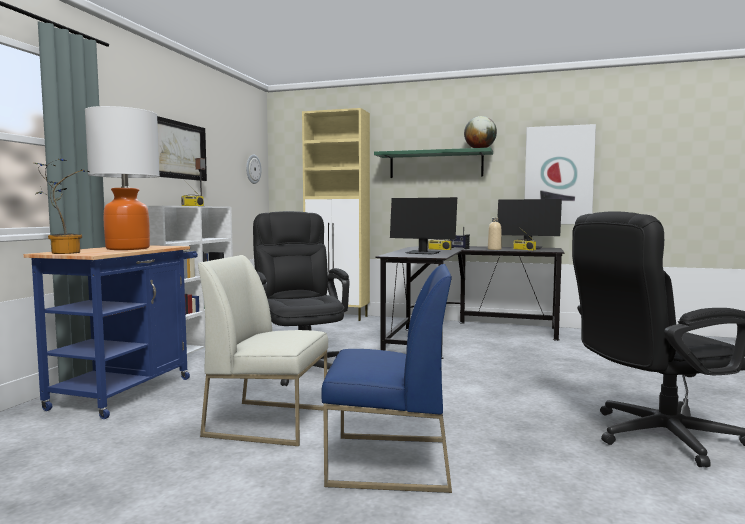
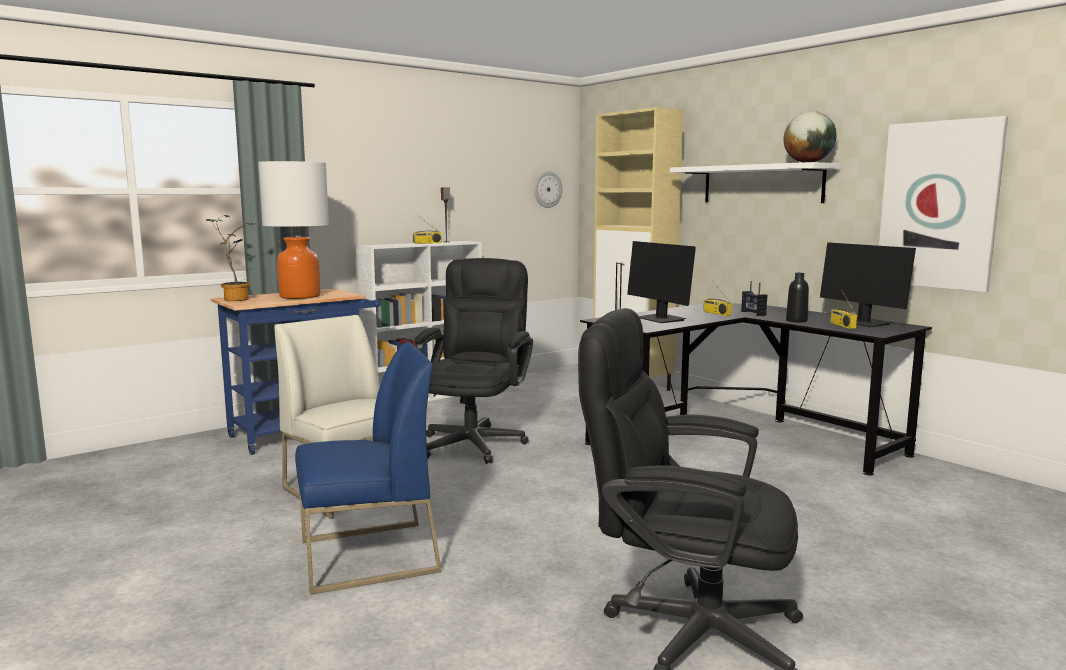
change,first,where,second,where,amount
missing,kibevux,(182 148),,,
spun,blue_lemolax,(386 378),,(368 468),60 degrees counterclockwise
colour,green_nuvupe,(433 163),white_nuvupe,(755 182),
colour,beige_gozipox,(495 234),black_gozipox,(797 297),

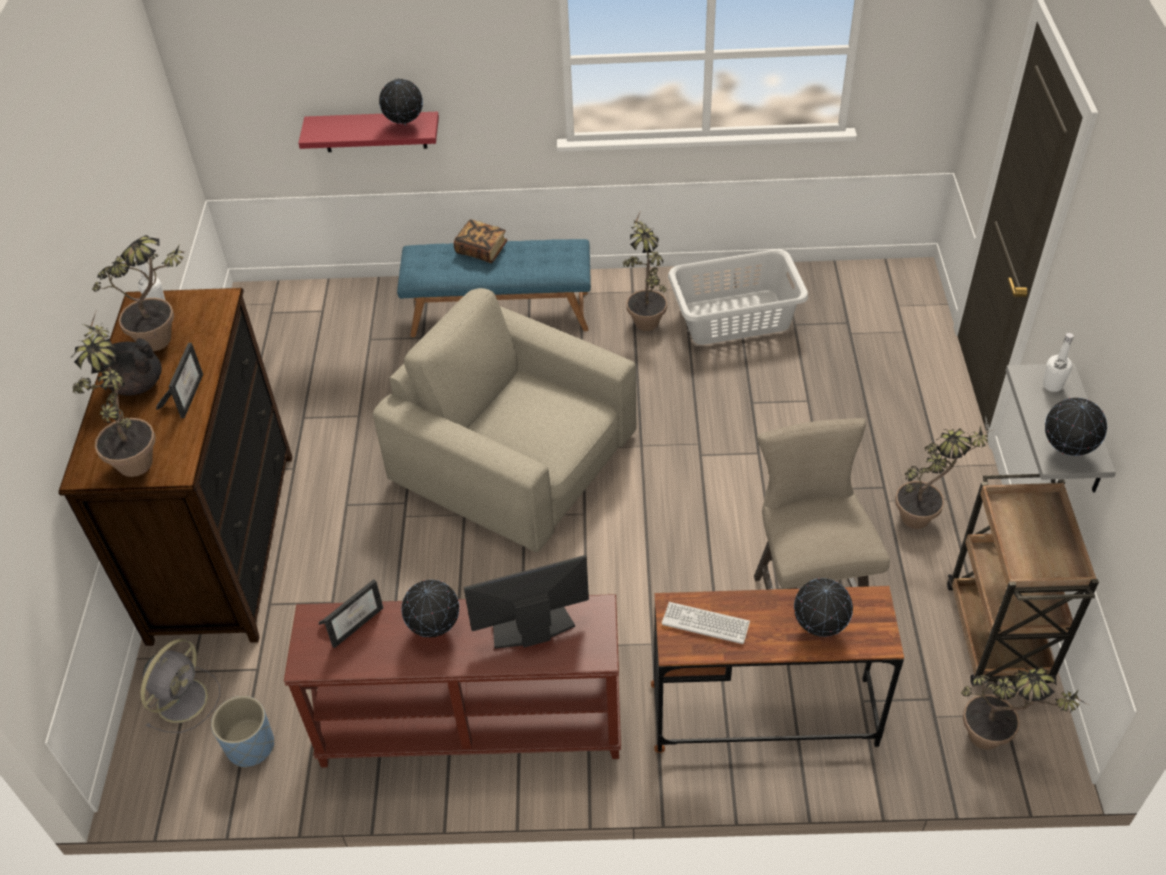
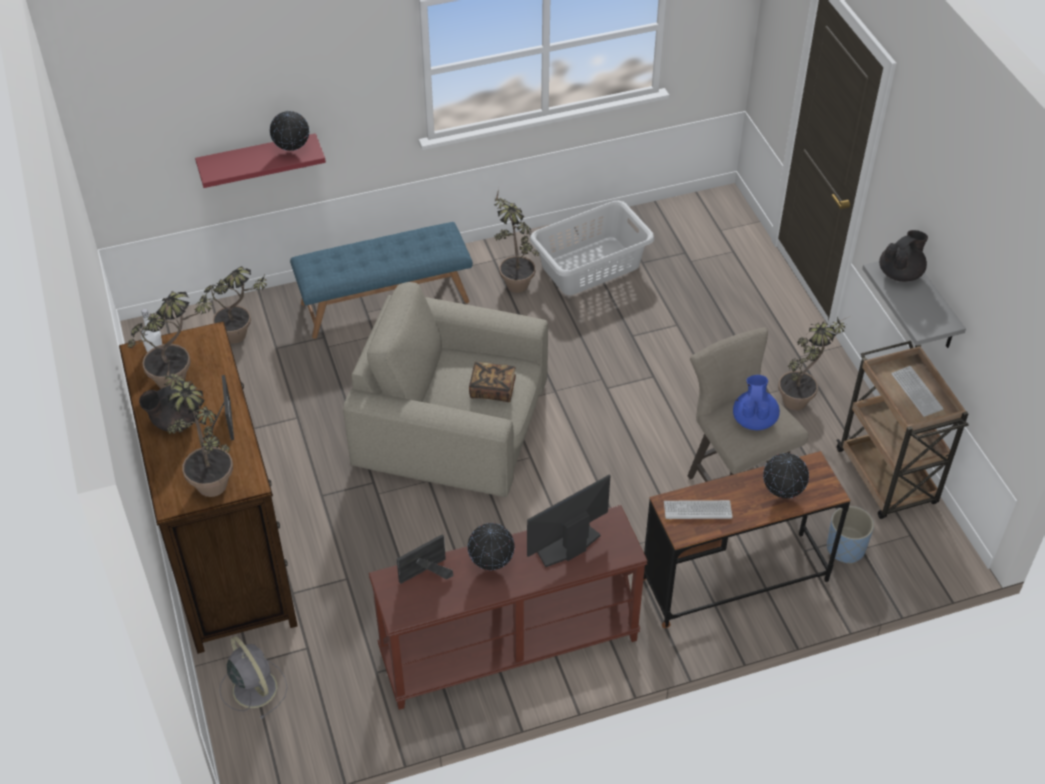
change,first,where,second,where,amount
spun,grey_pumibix,(180 686),,(253 677),45 degrees counterclockwise
relocated,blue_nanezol,(242 732),,(850 535),
spun,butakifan,(351 613),,(425 559),150 degrees counterclockwise
relocated,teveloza,(481 241),,(492 382),
relocated,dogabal,(1023 708),,(233 304),
exchanged,white_gozipox,(1058 362),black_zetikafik,(903 256),
missing,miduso,(1076 427),,,
appeared,,,blue_zetikafik,(756 402),
appeared,,,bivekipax,(917 391),

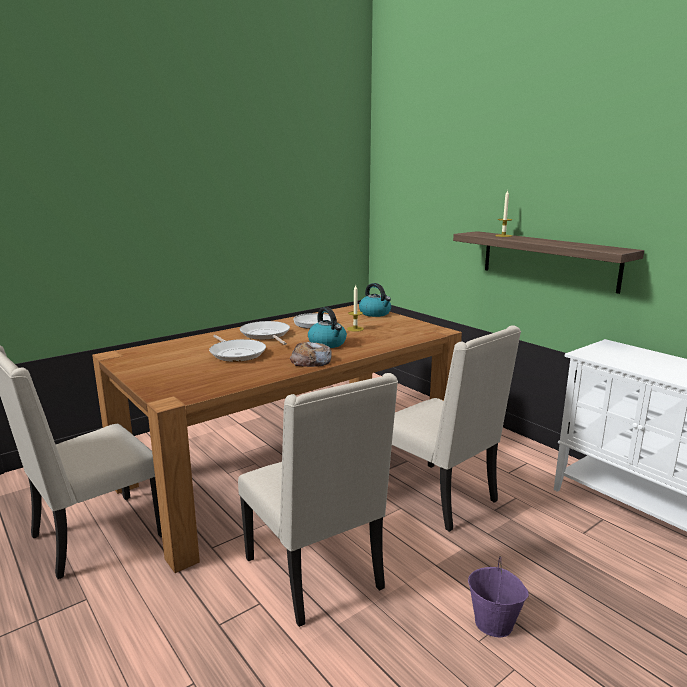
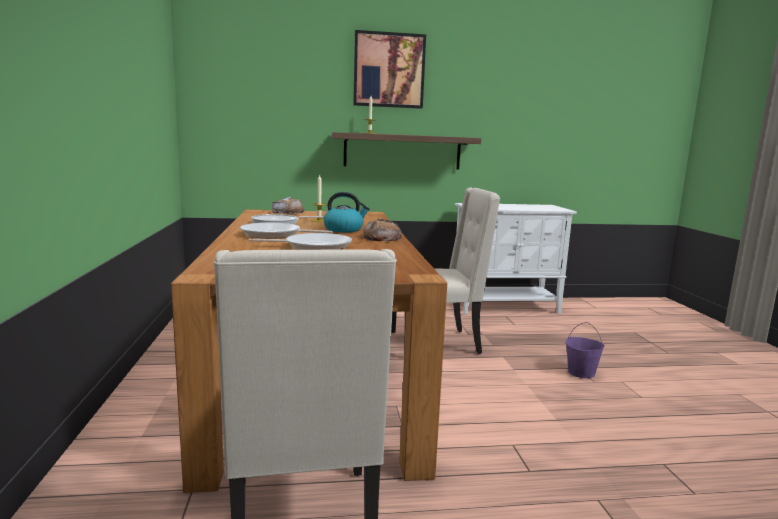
change,first,where,second,where,amount
missing,beige_lemolax,(318 500),,,
exchanged,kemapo,(375 300),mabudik,(288 205),
appeared,,,kibevux,(389 69),

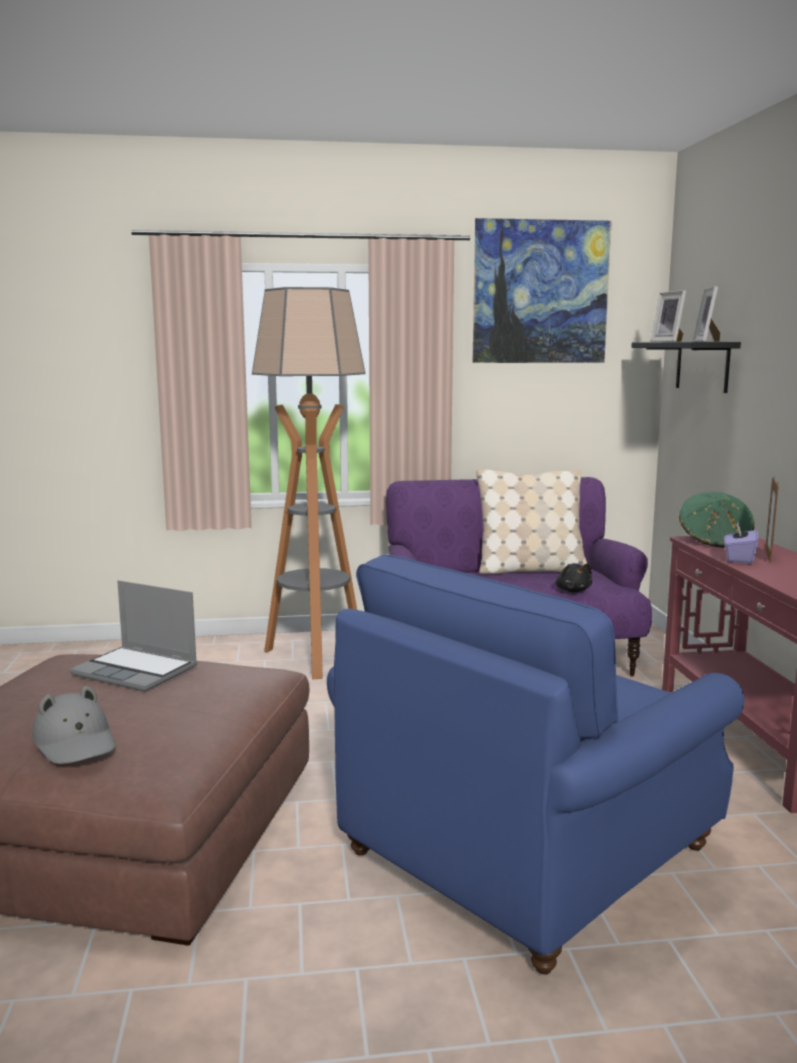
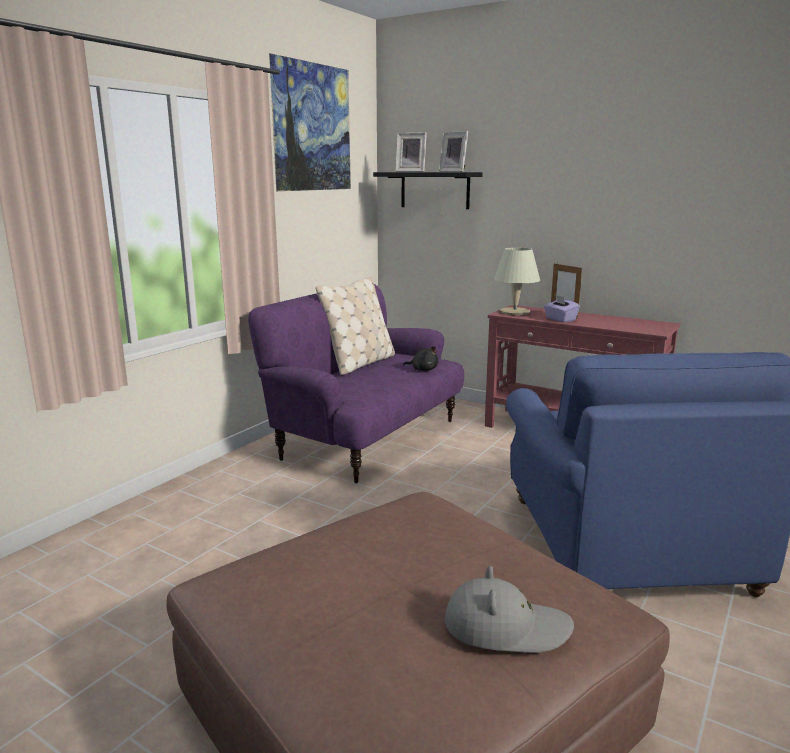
change,first,where,second,where,amount
missing,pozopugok,(133 636),,,
missing,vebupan,(309 483),,,
exchanged,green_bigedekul,(717 519),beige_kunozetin,(517 281),

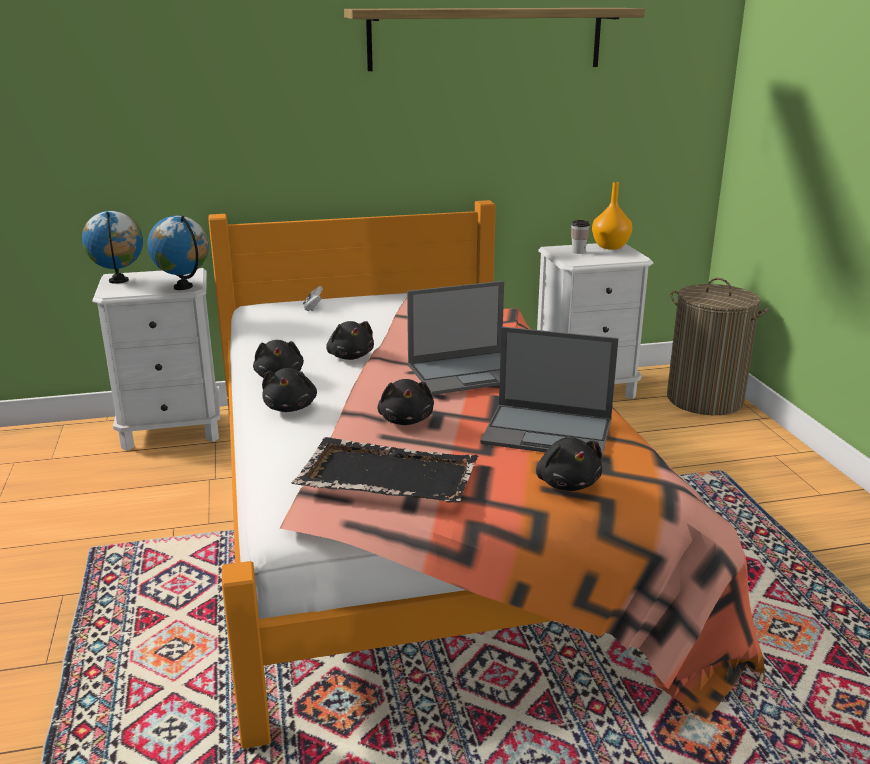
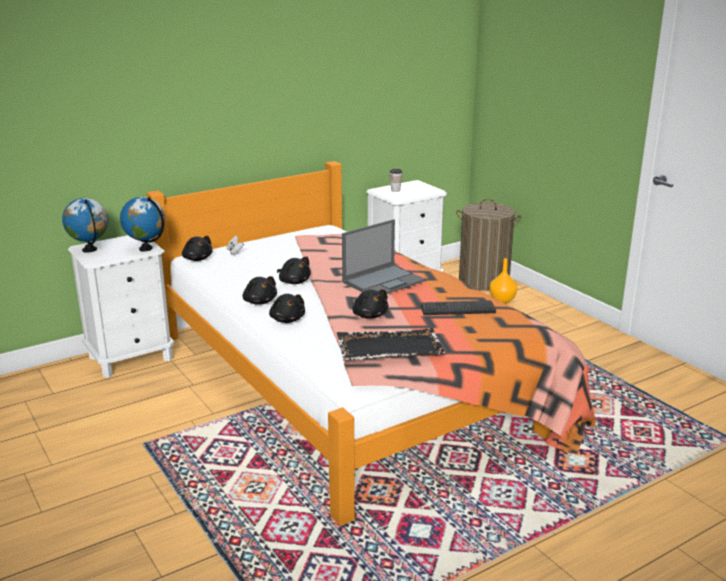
change,first,where,second,where,amount
missing,nuvupe,(494 39),,,
exchanged,pozopugok,(549 393),bivekipax,(458 307),
relocated,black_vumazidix,(569 464),,(197 248),
relocated,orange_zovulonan,(612 216),,(503 280),

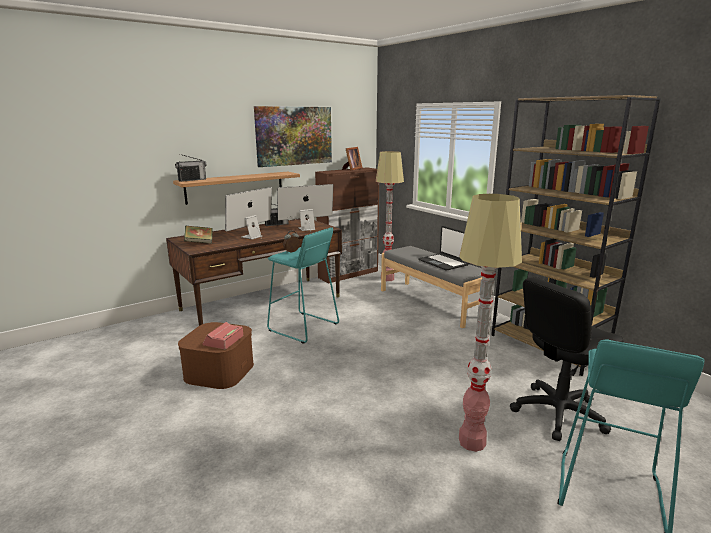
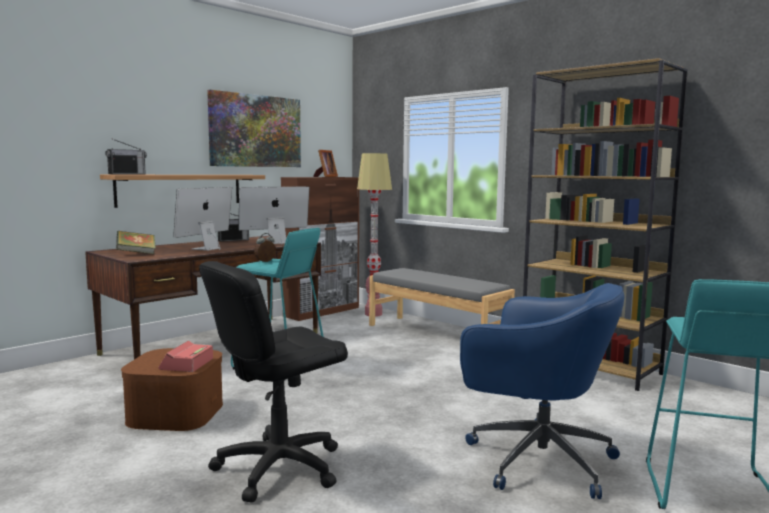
change,first,where,second,where,amount
missing,pozopugok,(443 248),,,
exchanged,vebupan,(490 323),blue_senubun,(542 391),
relocated,black_senubun,(567 359),,(273 381),

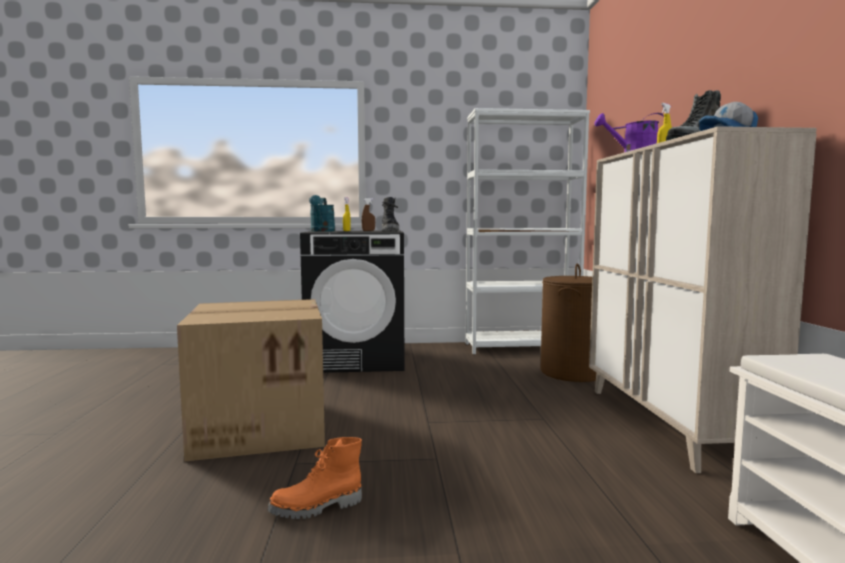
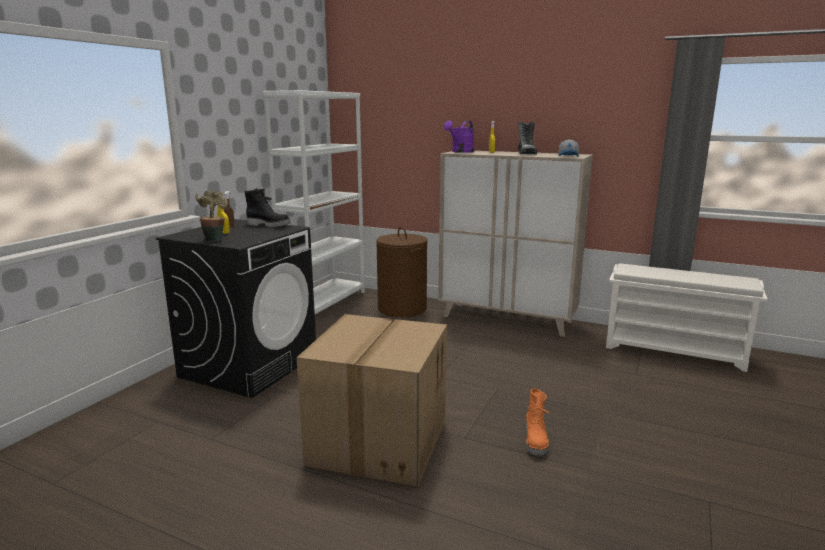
change,first,where,second,where,amount
exchanged,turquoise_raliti,(322 213),dogabal,(211 216),

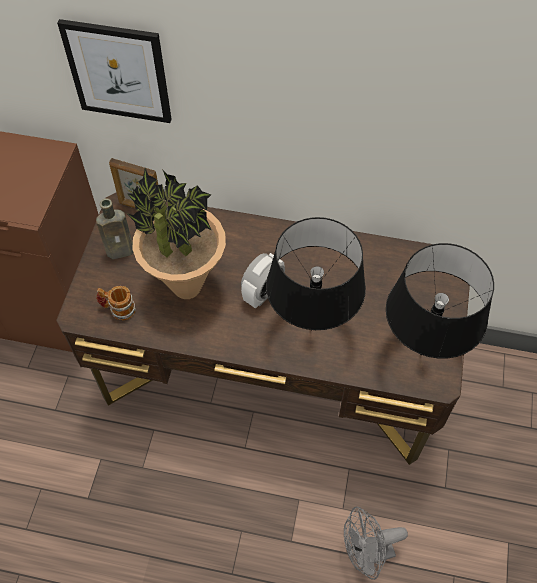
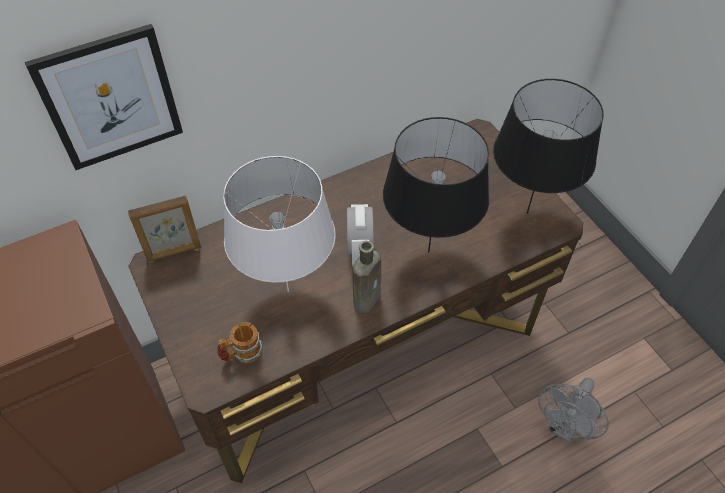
change,first,where,second,where,amount
relocated,brown_gozipox,(114 229),,(366 277),
exchanged,dogabal,(176 233),white_kunozetin,(279 224),

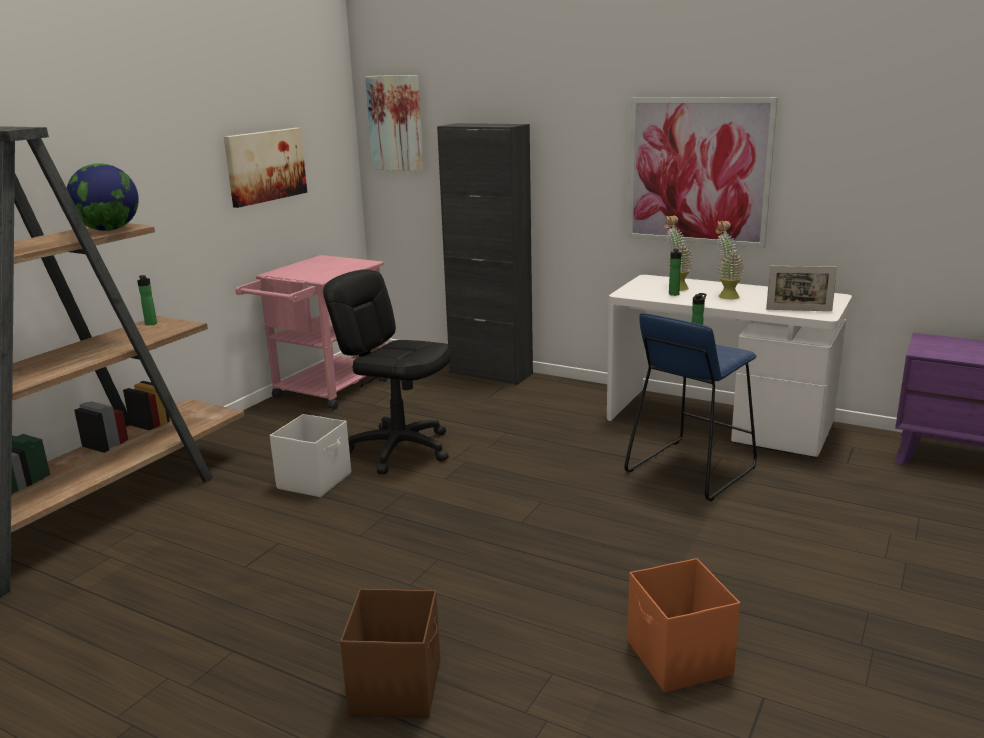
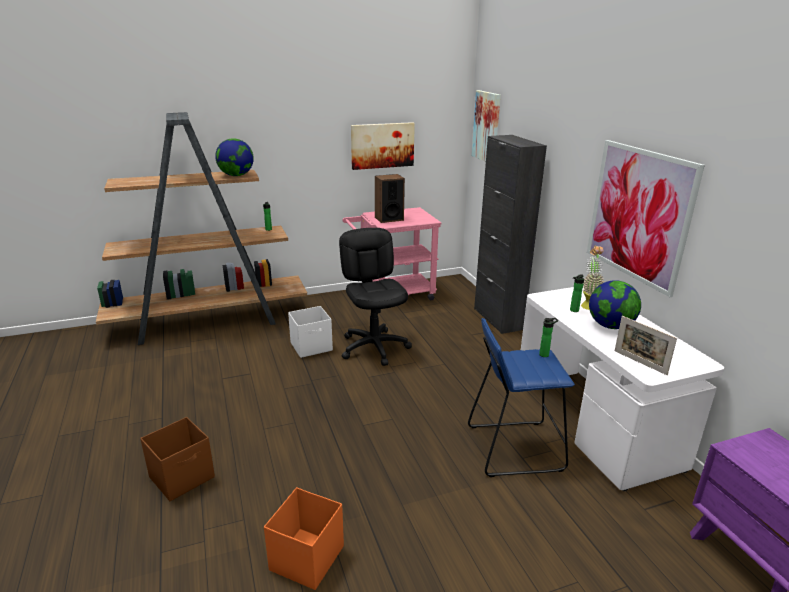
change,first,where,second,where,amount
exchanged,dogabal,(730 260),miduso,(615 304),
appeared,,,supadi,(390 198),

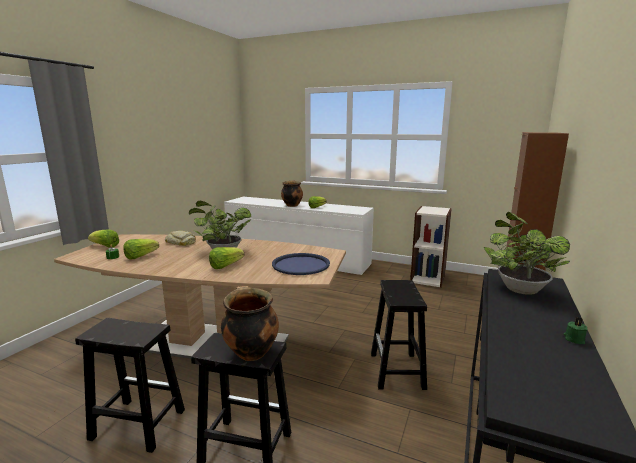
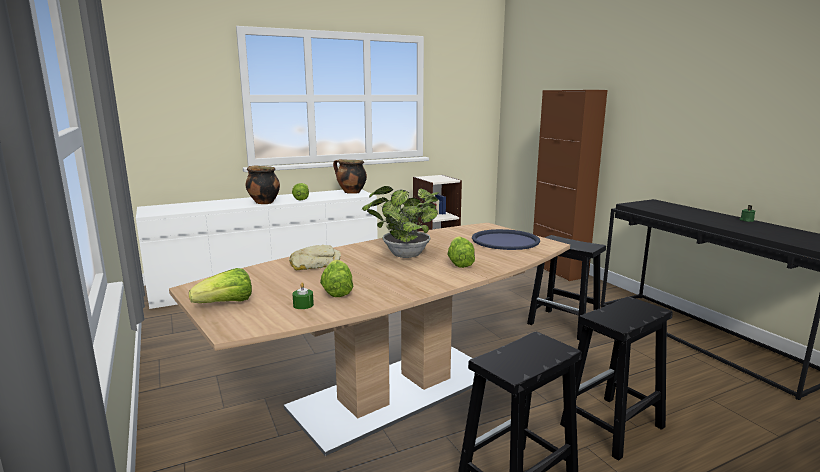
change,first,where,second,where,amount
relocated,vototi,(250 323),,(350 176),
missing,dogabal,(527 253),,,

